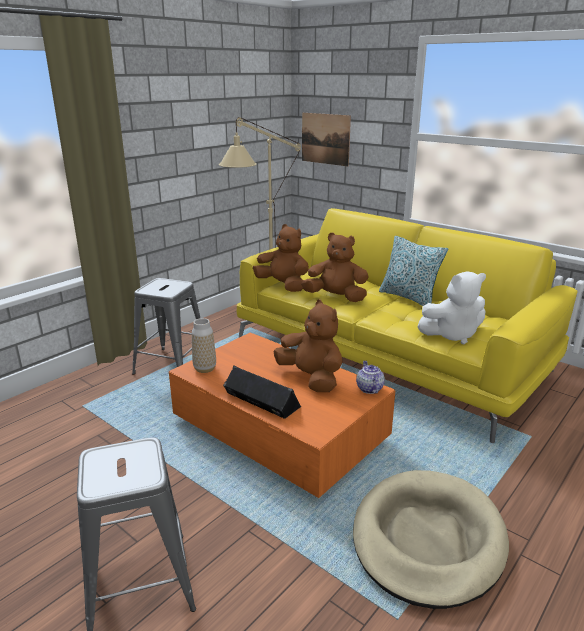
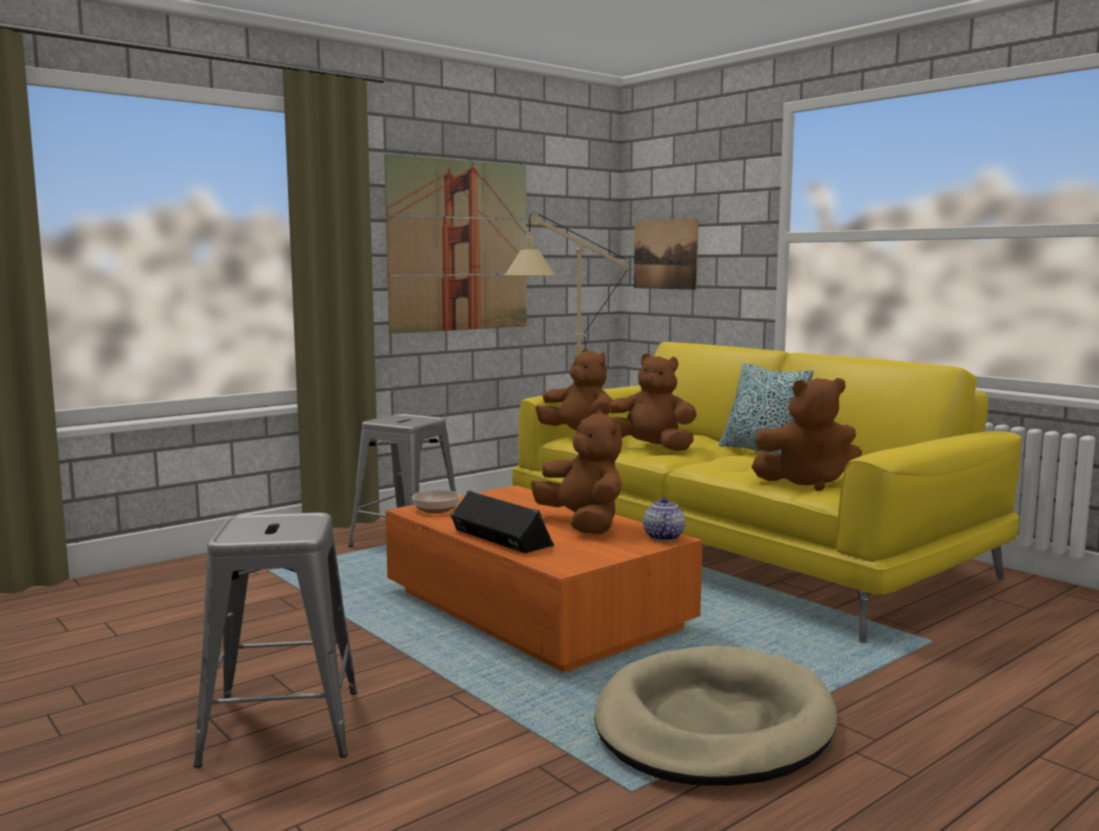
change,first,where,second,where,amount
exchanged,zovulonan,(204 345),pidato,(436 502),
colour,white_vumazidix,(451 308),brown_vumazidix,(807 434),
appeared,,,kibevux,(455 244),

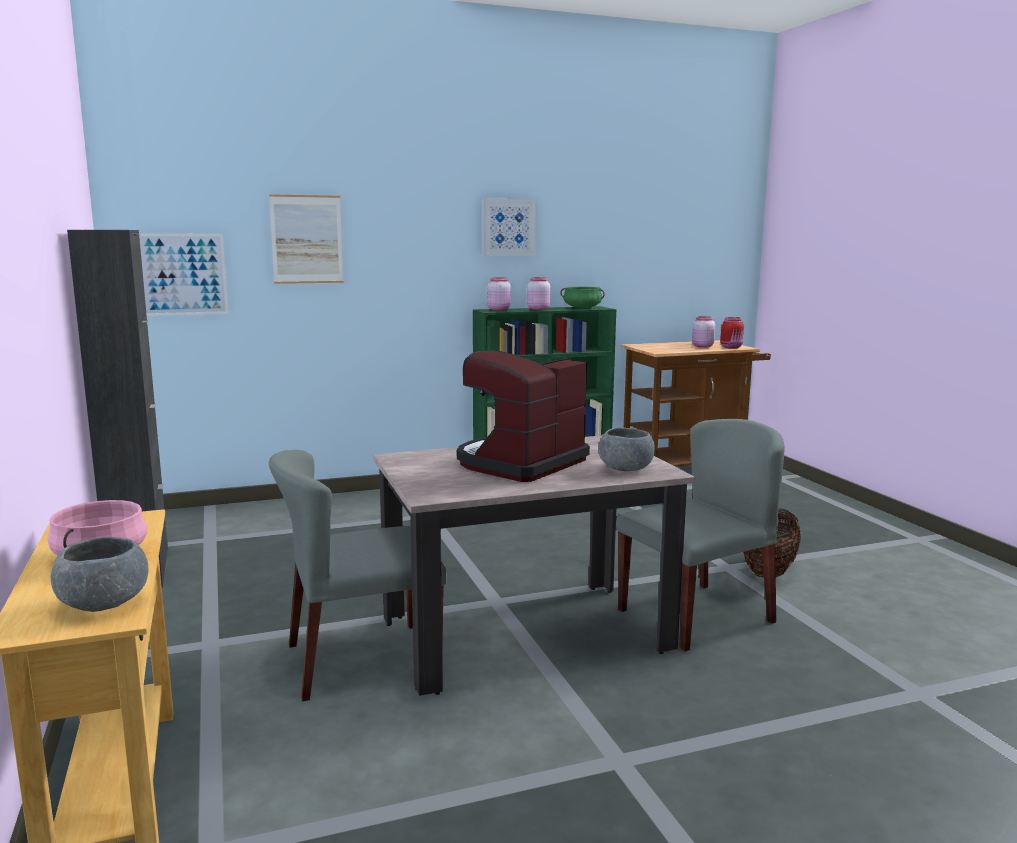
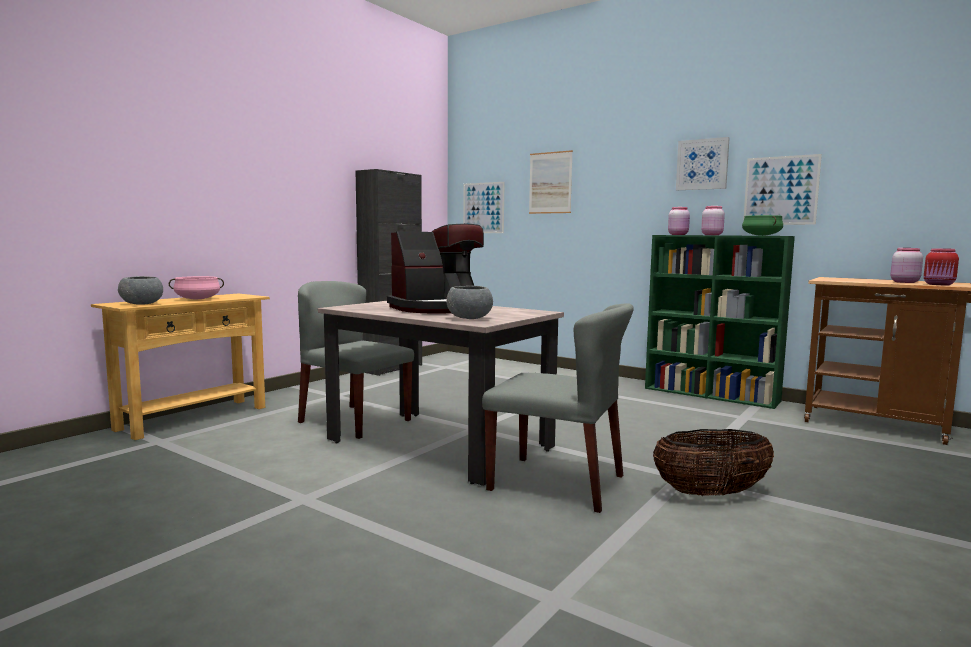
change,first,where,second,where,amount
spun,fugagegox,(523 416),,(435 269),150 degrees clockwise
appeared,,,kibevux,(782 189),

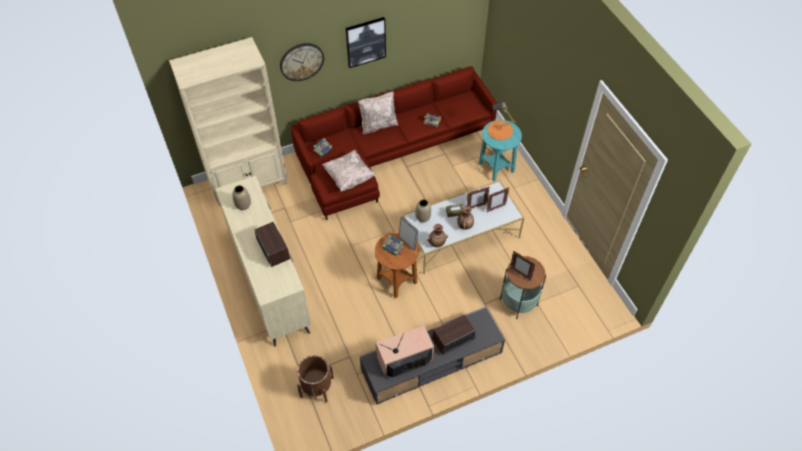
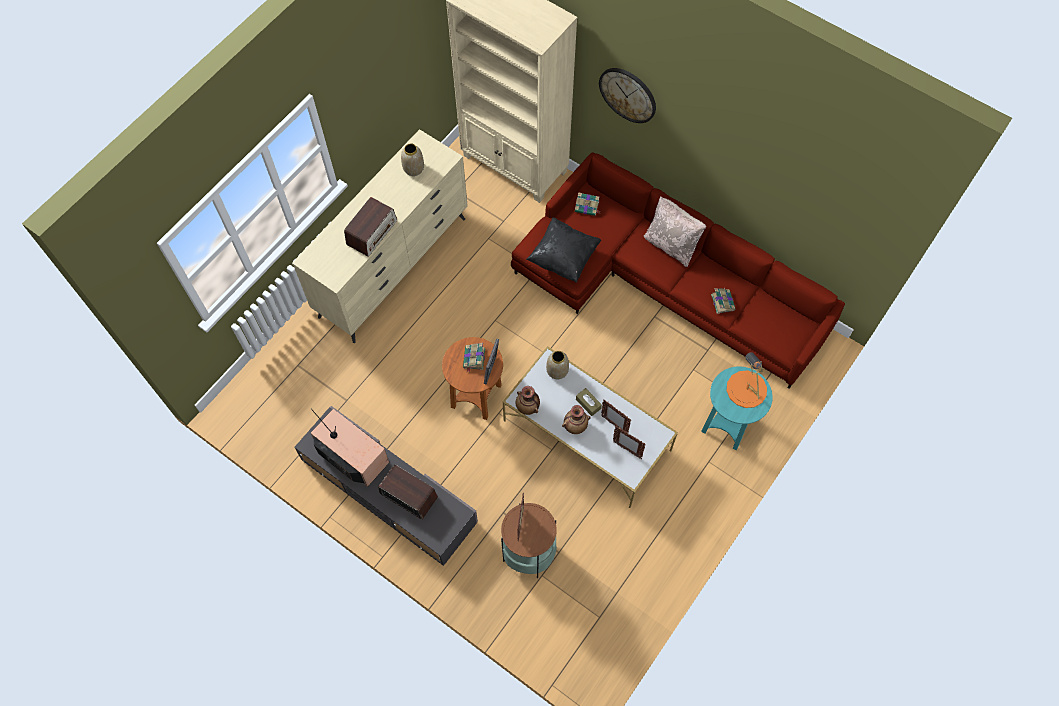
change,first,where,second,where,amount
missing,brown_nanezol,(315 379),,,
colour,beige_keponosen,(348 171),black_keponosen,(563 250),
missing,kibevux,(366 42),,,

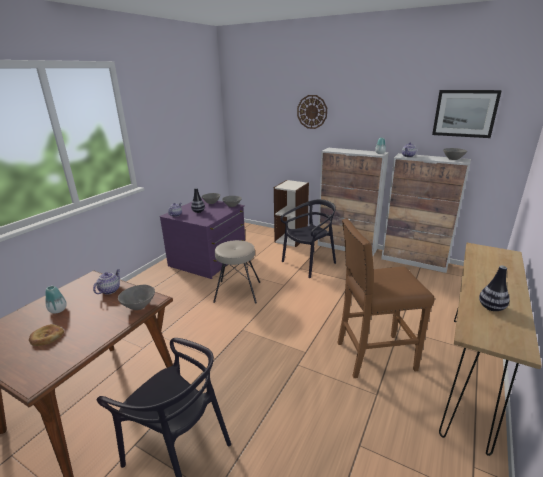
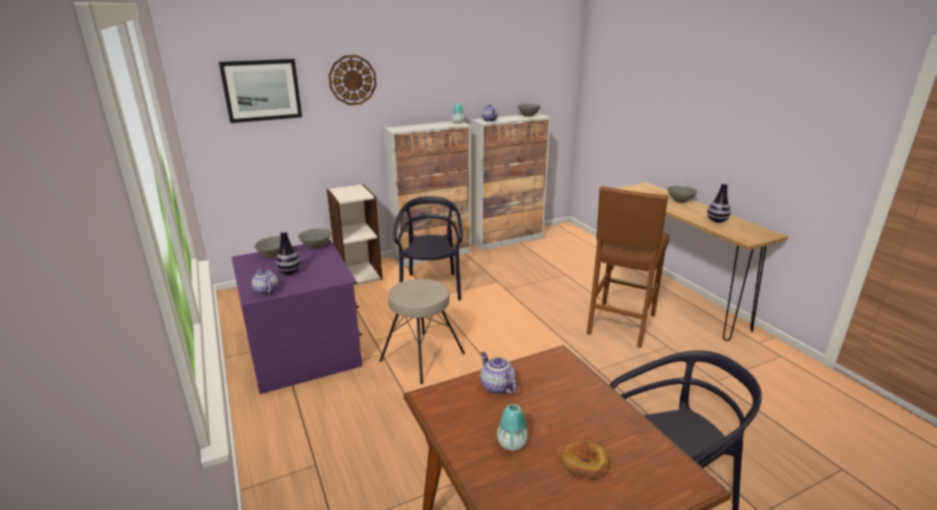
change,first,where,second,where,amount
relocated,grey_pidato,(136 297),,(682 194),
relocated,kibevux,(467 114),,(260 91),

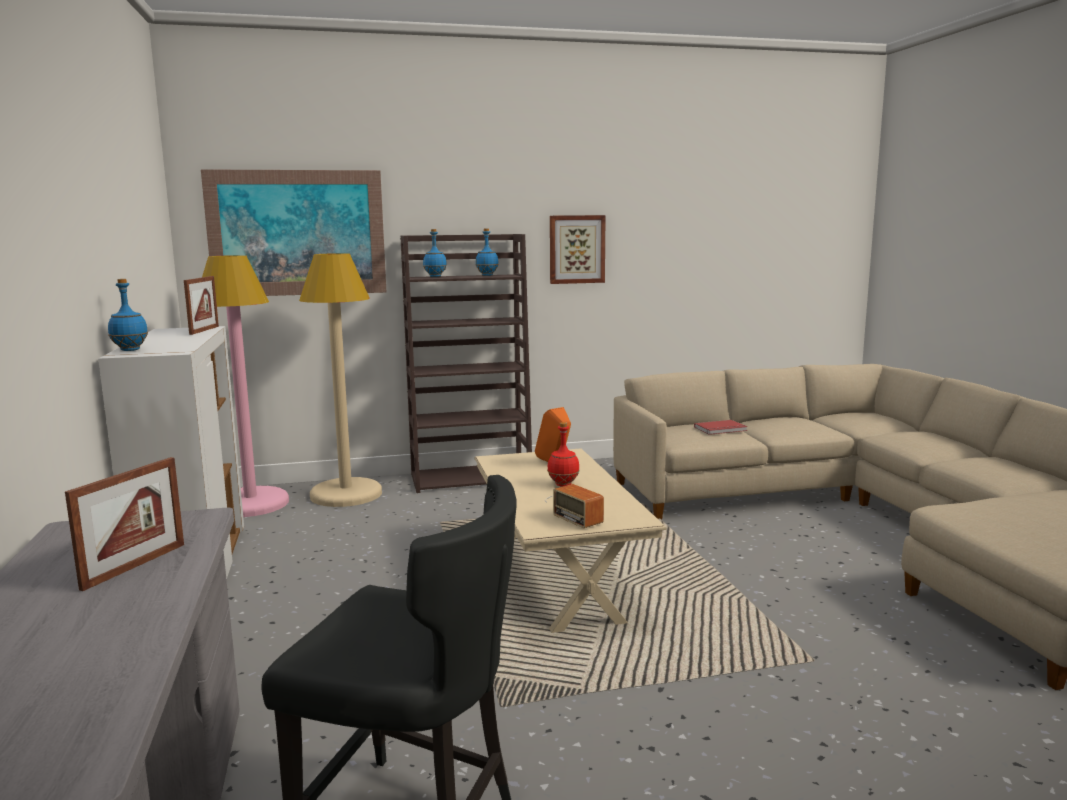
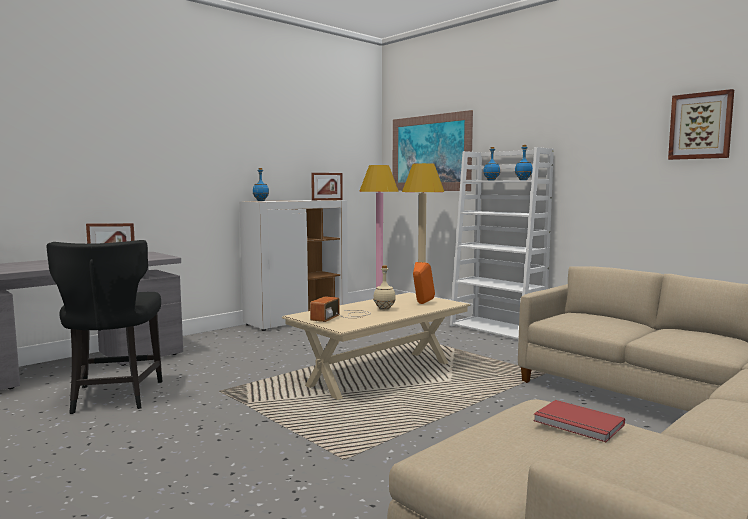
change,first,where,second,where,amount
colour,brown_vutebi,(466 363),white_vutebi,(502 243),
colour,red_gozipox,(563 454),beige_gozipox,(384 287),
relocated,kibevux,(578 249),,(701 124),
relocated,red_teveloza,(720 427),,(579 421),

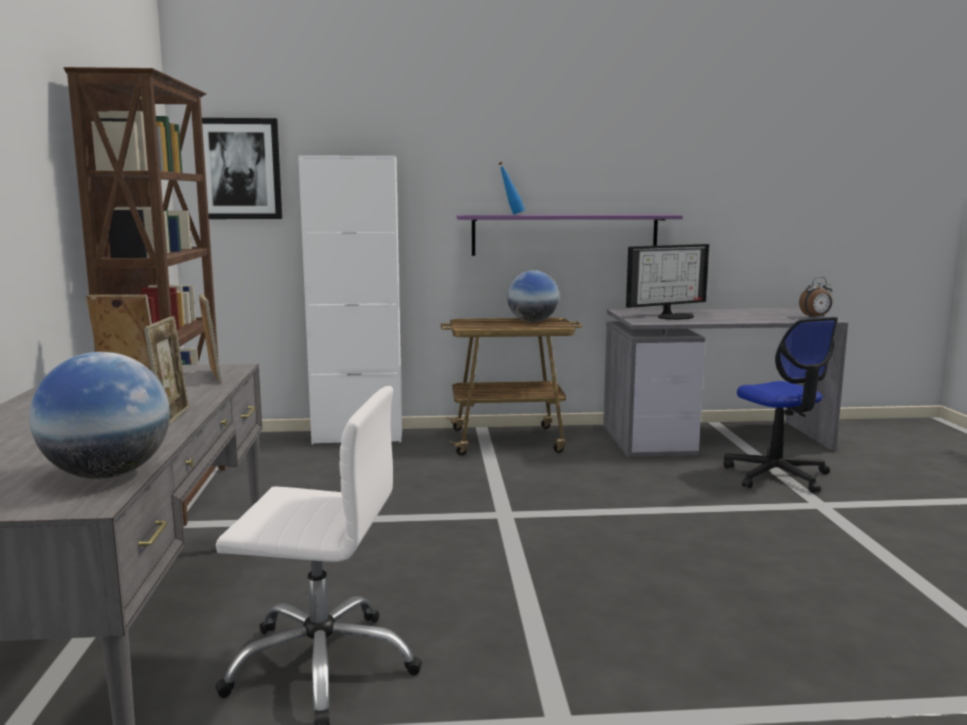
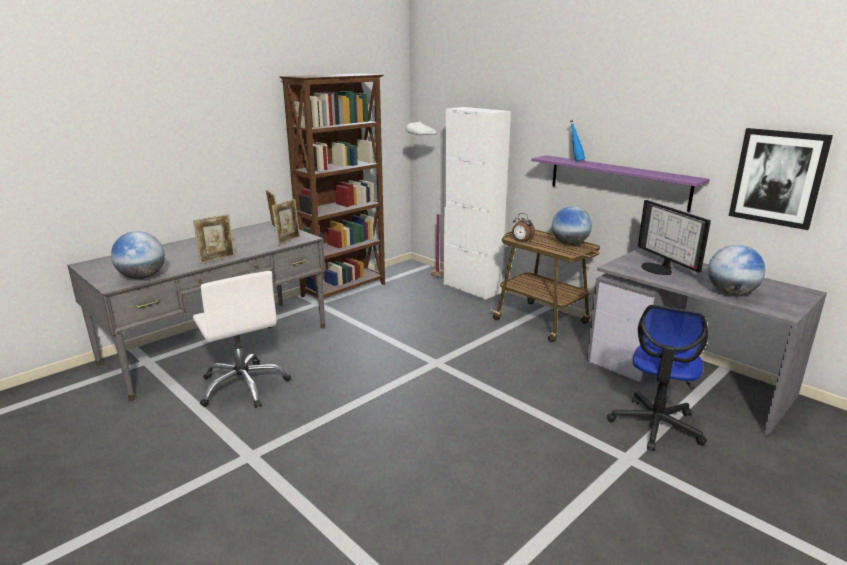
change,first,where,second,where,amount
relocated,kibevux,(242 168),,(781 179),
spun,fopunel,(667 282),,(674 237),45 degrees clockwise
relocated,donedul,(815 297),,(523 228),
appeared,,,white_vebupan,(425 200),
appeared,,,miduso,(736 270),

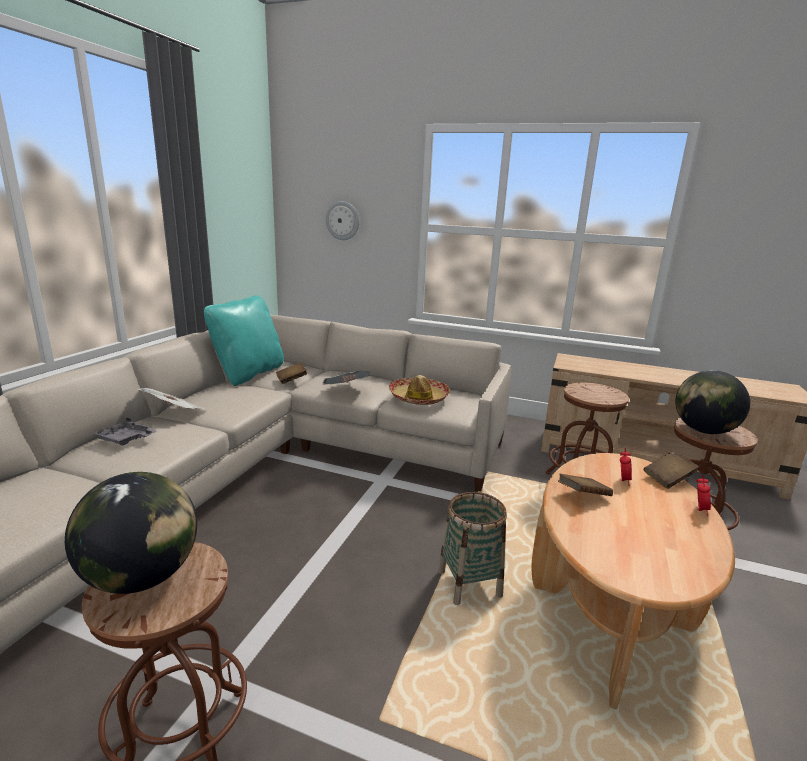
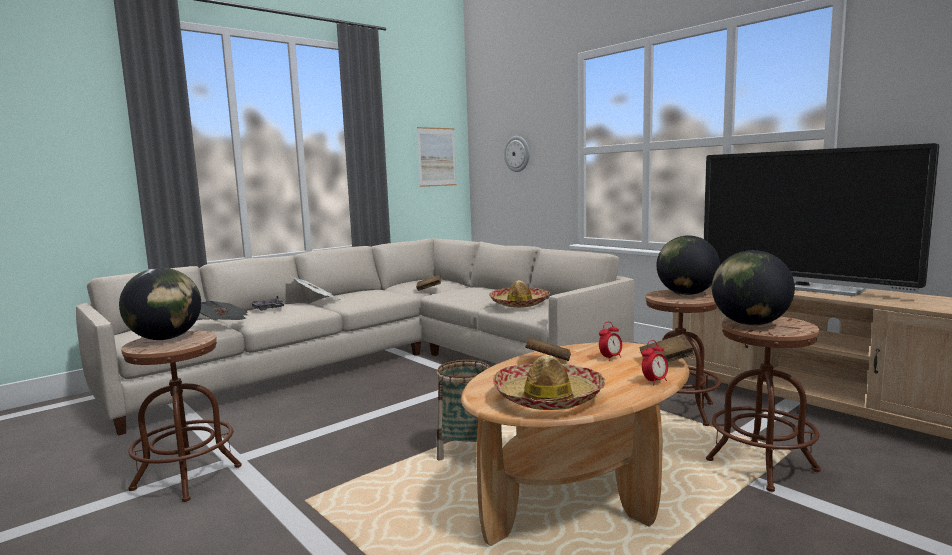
change,first,where,second,where,amount
missing,turquoise_keponosen,(244 340),,,
relocated,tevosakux,(346 378),,(223 310),
appeared,,,kibevux,(436 157),
appeared,,,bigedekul,(549 382),
appeared,,,miduso,(688 265),
appeared,,,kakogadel,(822 219),

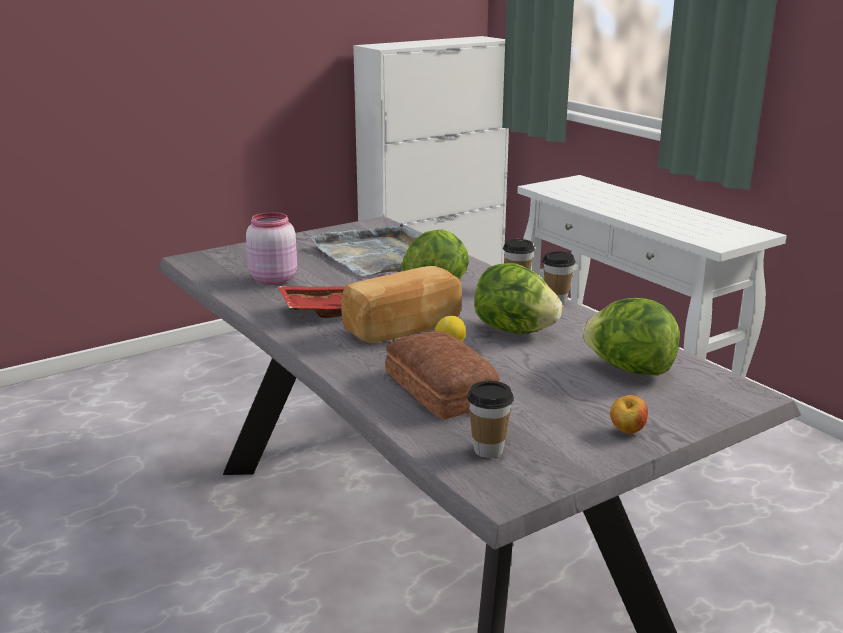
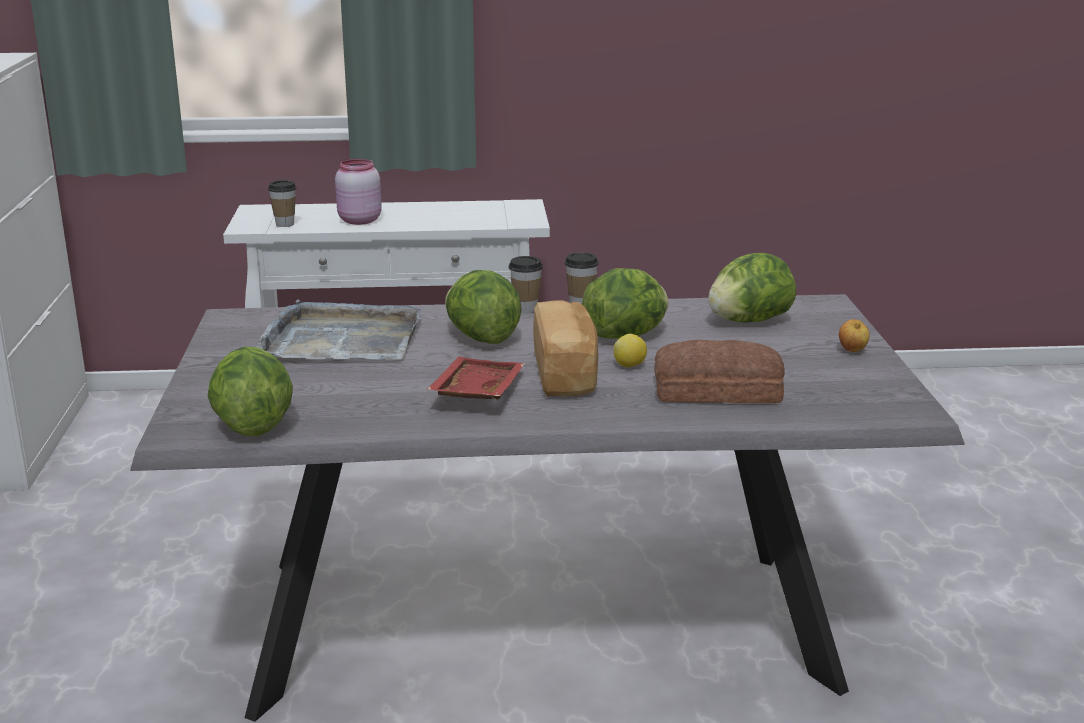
change,first,where,second,where,amount
relocated,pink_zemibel,(271 248),,(358 192),
relocated,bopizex,(490 419),,(282 203),
appeared,,,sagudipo,(250 391),

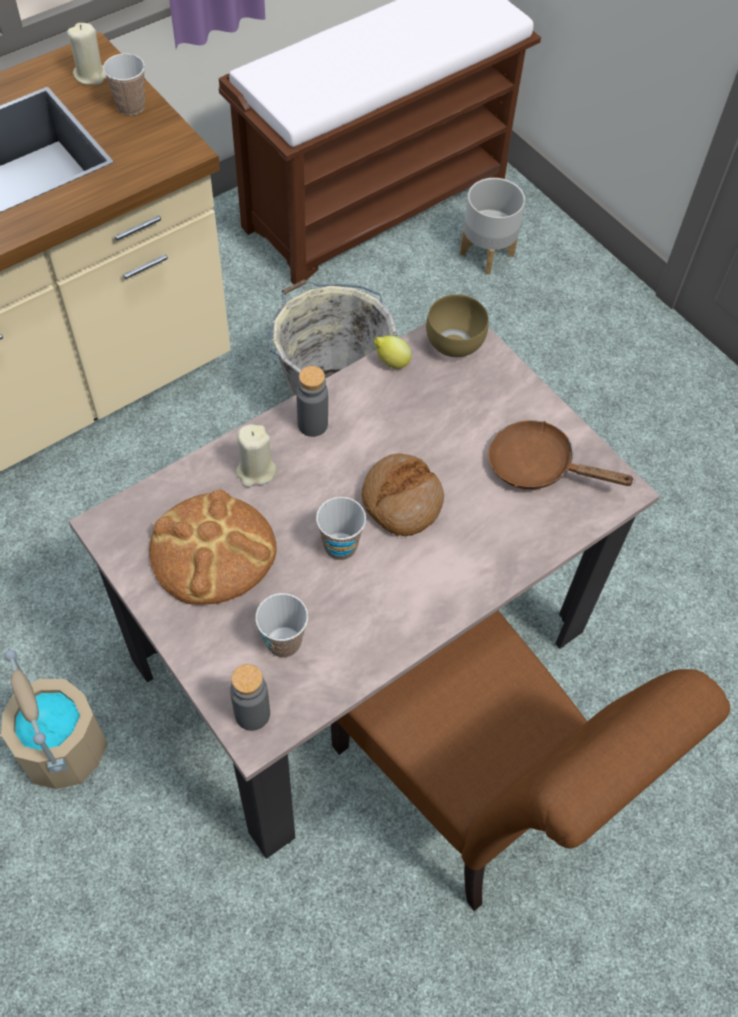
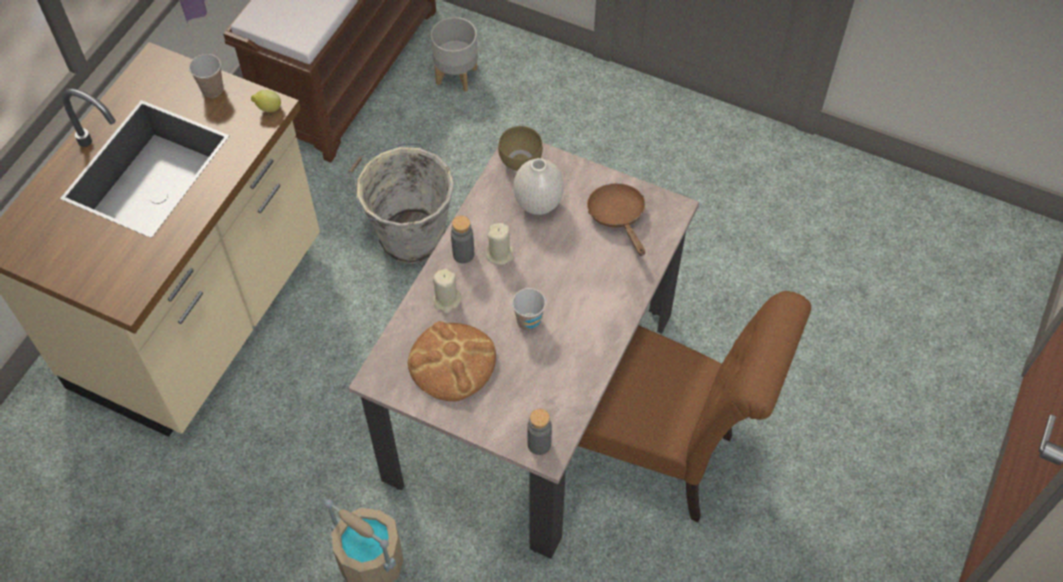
change,first,where,second,where,amount
relocated,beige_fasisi,(87 54),,(500 244),
missing,bopizex,(281 625),,,
missing,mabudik,(403 494),,,
relocated,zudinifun,(392 352),,(266 101),
spun,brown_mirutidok,(561 454),,(616 219),75 degrees clockwise
appeared,,,white_zovulonan,(538 186),

